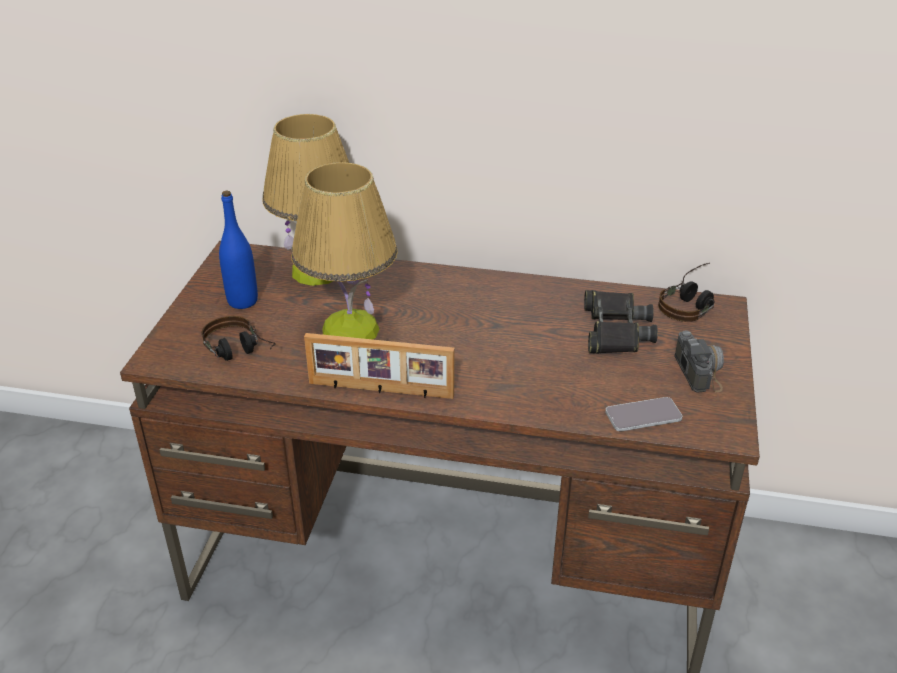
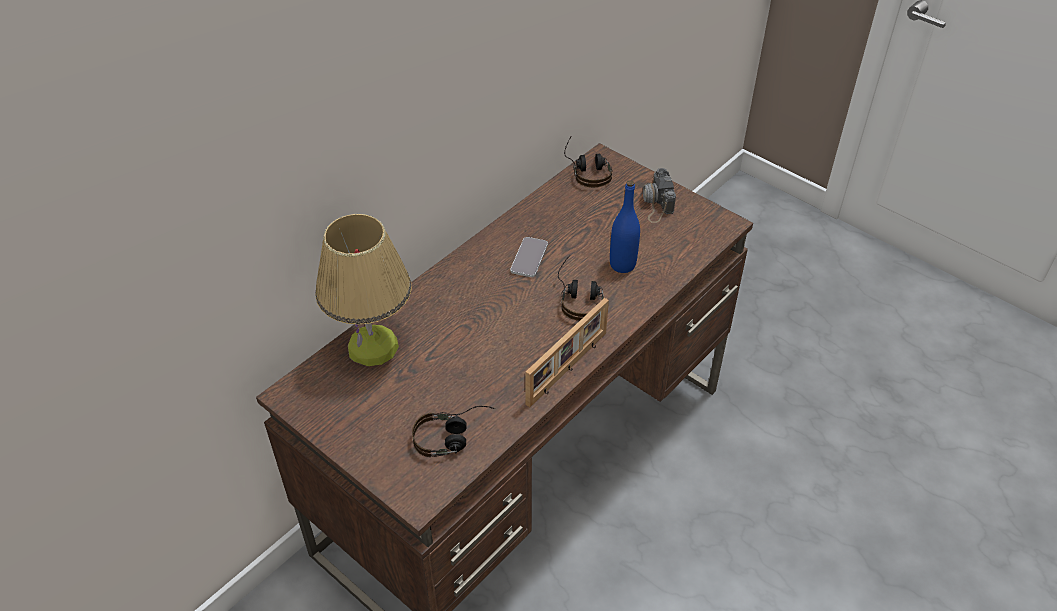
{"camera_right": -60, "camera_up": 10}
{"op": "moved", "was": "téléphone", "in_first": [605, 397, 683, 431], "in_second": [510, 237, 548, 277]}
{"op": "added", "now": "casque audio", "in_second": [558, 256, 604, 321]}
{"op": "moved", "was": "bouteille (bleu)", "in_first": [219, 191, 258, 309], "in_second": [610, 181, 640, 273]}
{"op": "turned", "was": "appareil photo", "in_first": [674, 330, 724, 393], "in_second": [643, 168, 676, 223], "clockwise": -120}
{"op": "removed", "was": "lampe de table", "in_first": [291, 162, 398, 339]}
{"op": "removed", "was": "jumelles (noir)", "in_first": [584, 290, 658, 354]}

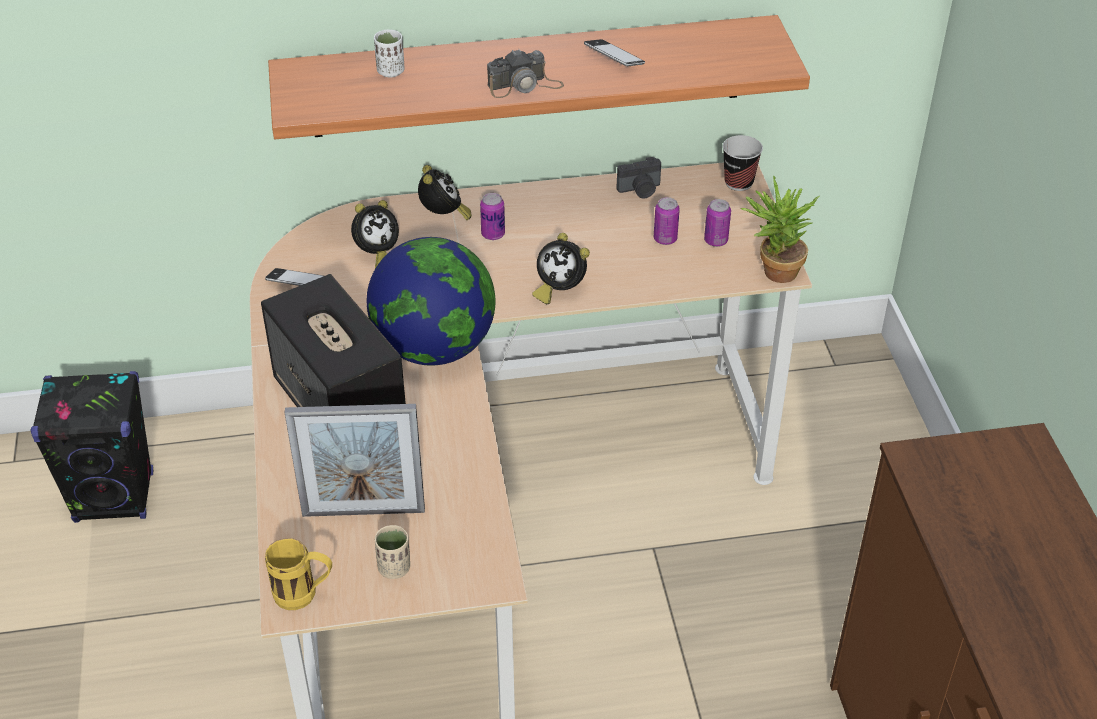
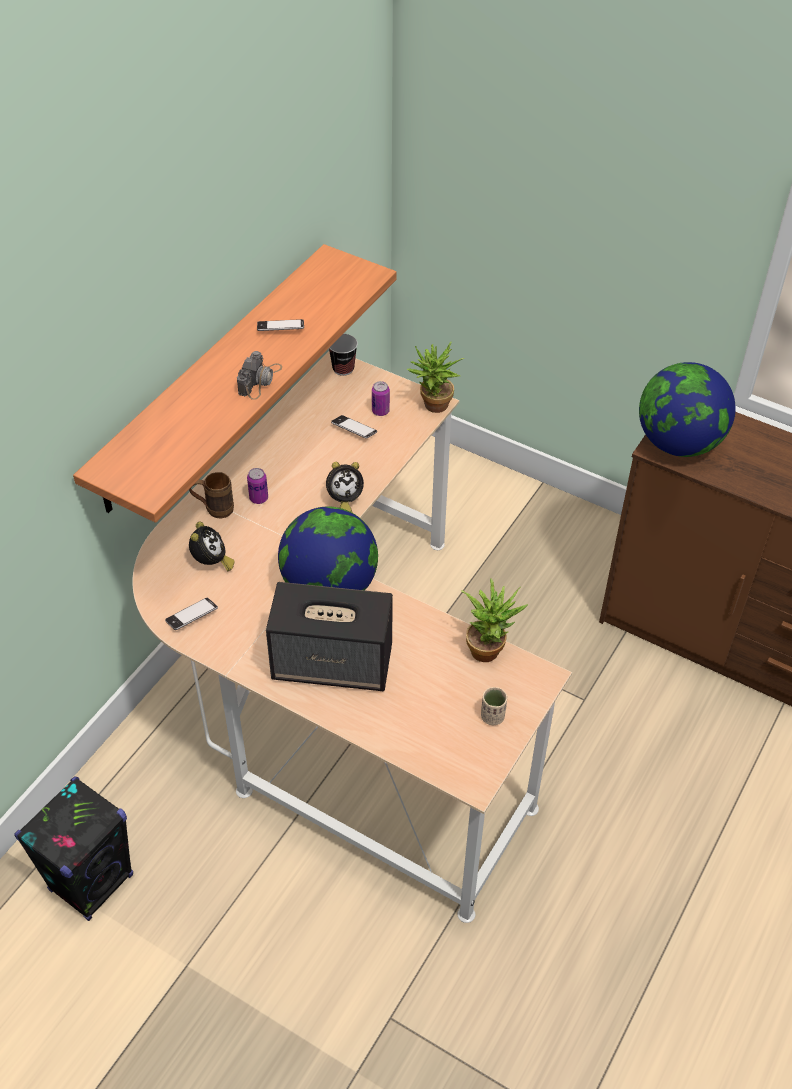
{"camera_right": -50, "camera_up": 5}
{"op": "replaced", "was": "réveil", "now": "mug (marron)", "in_first": [418, 165, 472, 220], "in_second": [189, 472, 234, 518]}
{"op": "replaced", "was": "boîte métallique", "now": "téléphone", "in_first": [654, 197, 680, 245], "in_second": [331, 415, 377, 439]}
{"op": "added", "now": "plante en pot", "in_second": [461, 579, 528, 662]}
{"op": "added", "now": "globe", "in_second": [639, 362, 736, 457]}
{"op": "removed", "was": "mug (jaune)", "in_first": [265, 538, 332, 610]}
{"op": "removed", "was": "cadre photo", "in_first": [285, 404, 425, 517]}
{"op": "removed", "was": "tasse (blanc)", "in_first": [374, 29, 405, 77]}
{"op": "removed", "was": "appareil photo", "in_first": [616, 157, 661, 198]}

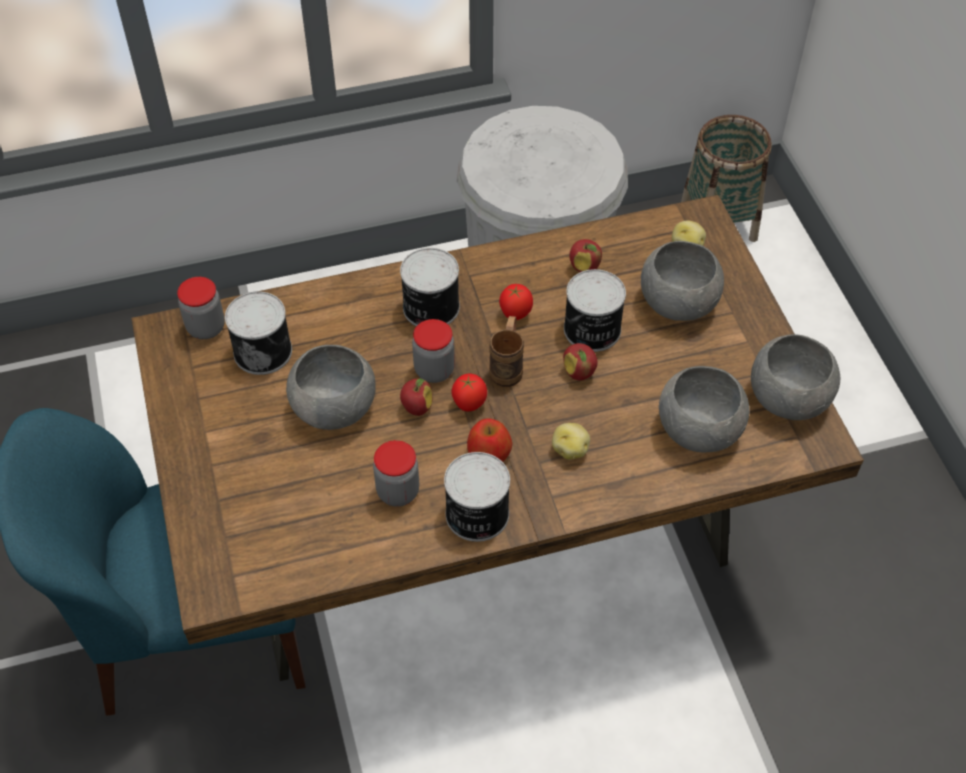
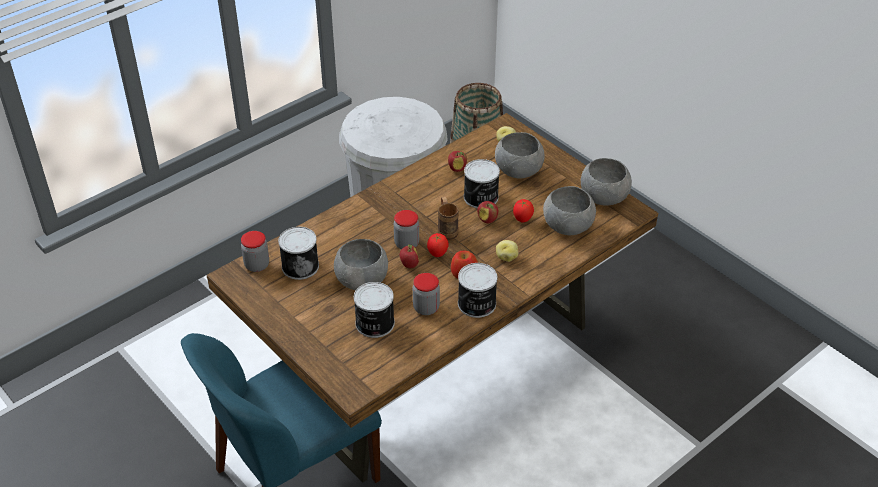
{"camera_right": -25, "camera_up": -10}
{"op": "moved", "was": "boîte métallique", "in_first": [400, 248, 460, 326], "in_second": [354, 282, 395, 338]}
{"op": "moved", "was": "tomate", "in_first": [499, 284, 533, 320], "in_second": [513, 199, 534, 223]}

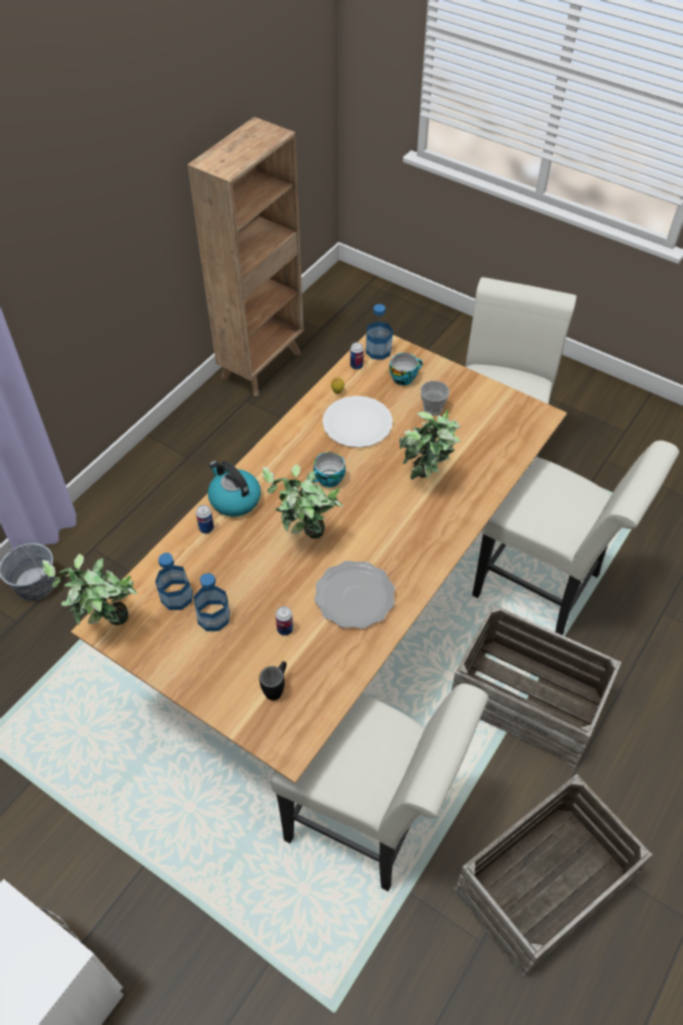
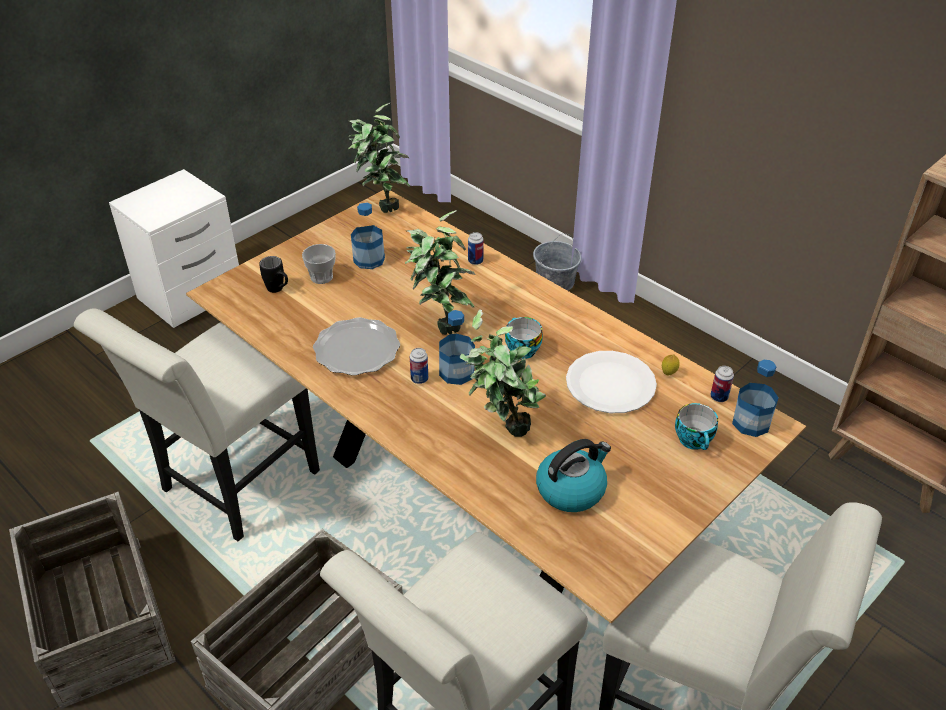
{"camera_right": 100, "camera_up": -10}
{"op": "moved", "was": "tasse", "in_first": [420, 381, 450, 416], "in_second": [302, 244, 336, 284]}
{"op": "moved", "was": "boîte métallique", "in_first": [275, 606, 293, 636], "in_second": [410, 348, 428, 384]}
{"op": "moved", "was": "bouteille", "in_first": [155, 553, 193, 610], "in_second": [439, 310, 475, 385]}
{"op": "moved", "was": "bouilloire", "in_first": [208, 461, 261, 517], "in_second": [536, 439, 611, 512]}

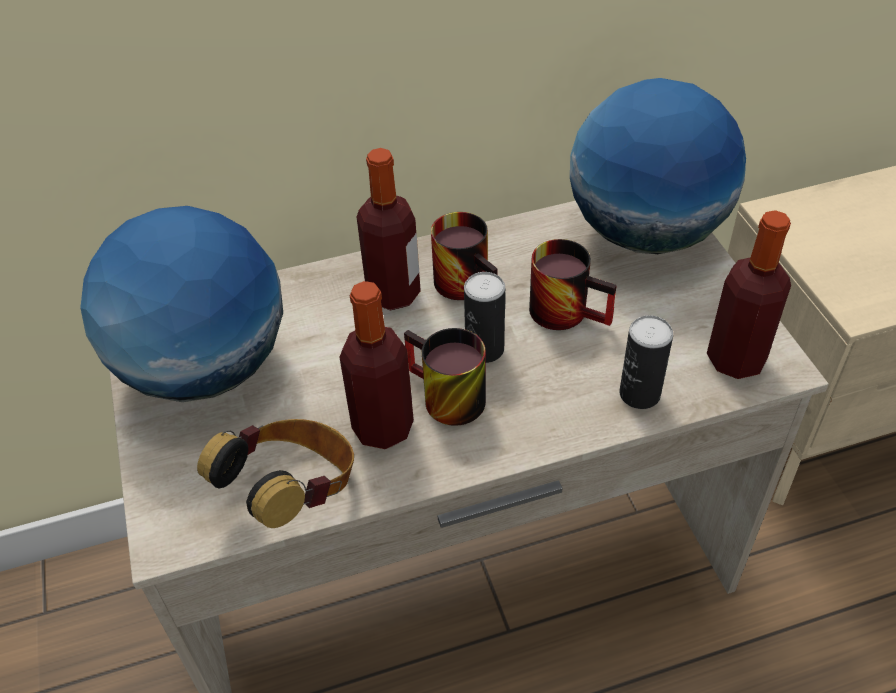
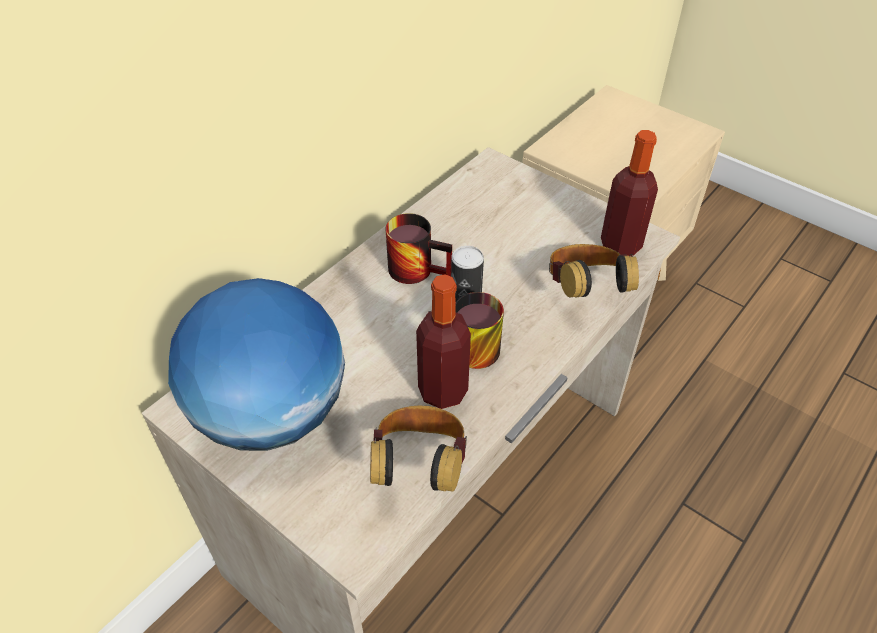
{"camera_right": -35, "camera_up": 0}
{"op": "replaced", "was": "boîte métallique", "now": "casque audio", "in_first": [620, 315, 673, 409], "in_second": [549, 244, 639, 297]}
{"op": "removed", "was": "bouteille", "in_first": [357, 148, 421, 311]}
{"op": "removed", "was": "mug", "in_first": [529, 239, 617, 330]}
{"op": "removed", "was": "globe", "in_first": [570, 78, 746, 254]}

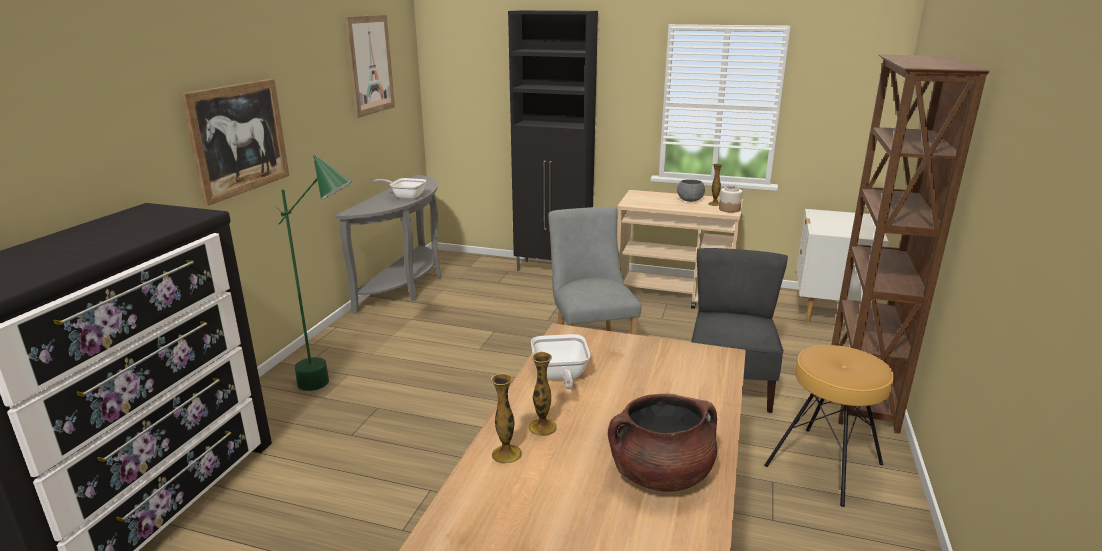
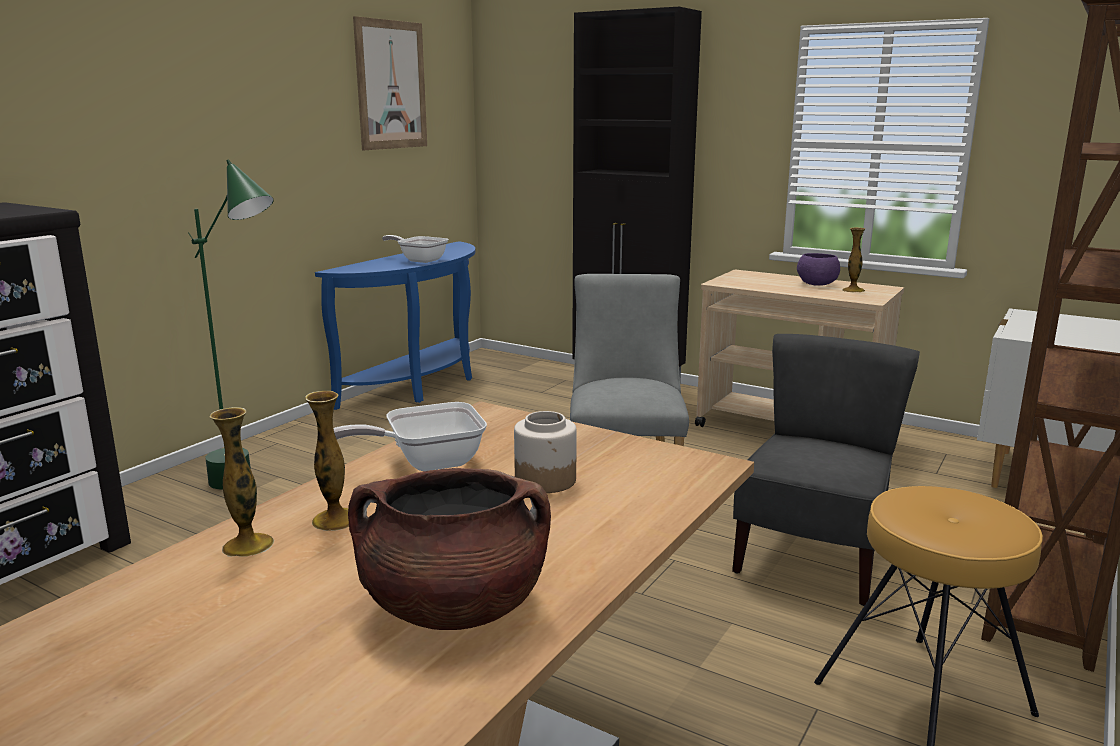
{"camera_right": 15, "camera_up": -5}
{"op": "recoloured", "was": "table console (gris)", "now": "table console (bleu)", "in_first": [336, 175, 442, 314], "in_second": [315, 241, 475, 410]}
{"op": "turned", "was": "poêle", "in_first": [531, 334, 590, 389], "in_second": [333, 402, 487, 471], "clockwise": 60}
{"op": "moved", "was": "bocal", "in_first": [719, 186, 743, 213], "in_second": [514, 411, 577, 493]}
{"op": "recoloured", "was": "bol (gris)", "now": "bol (violet)", "in_first": [677, 179, 705, 202], "in_second": [797, 253, 840, 286]}
{"op": "removed", "was": "tableau", "in_first": [181, 79, 289, 206]}

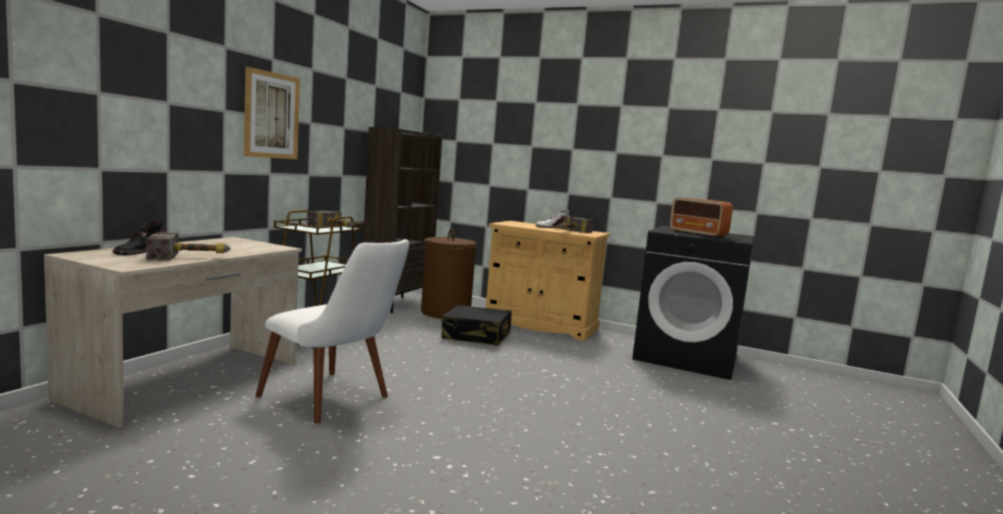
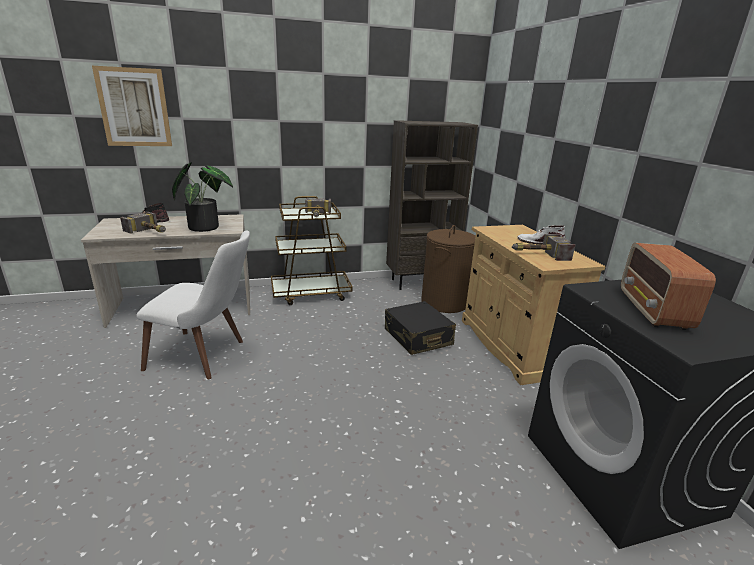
{"camera_right": 50, "camera_up": 15}
{"op": "moved", "was": "tableau", "in_first": [244, 66, 300, 159], "in_second": [92, 66, 172, 146]}
{"op": "turned", "was": "chaise (blanc)", "in_first": [255, 239, 409, 424], "in_second": [136, 230, 250, 379], "clockwise": -75}
{"op": "added", "now": "plante en pot", "in_second": [172, 162, 233, 232]}

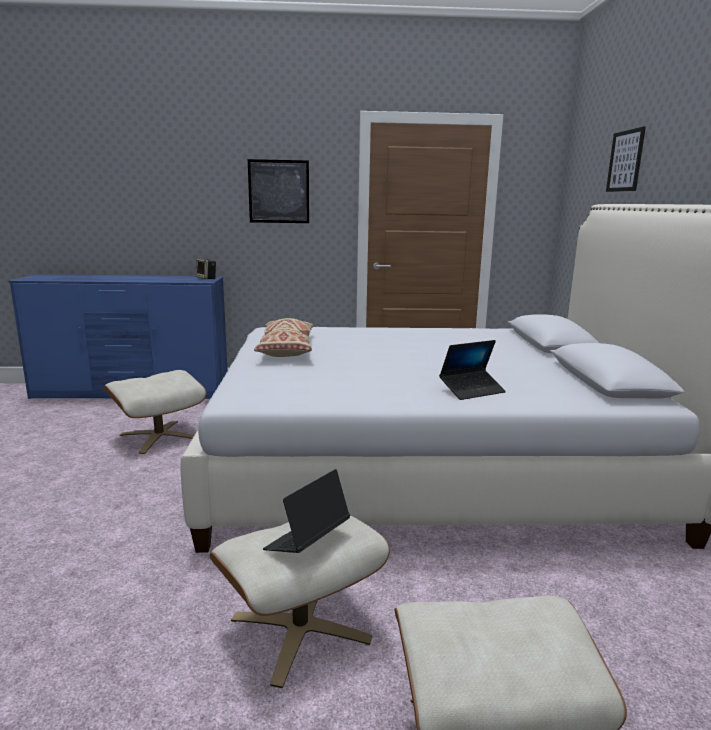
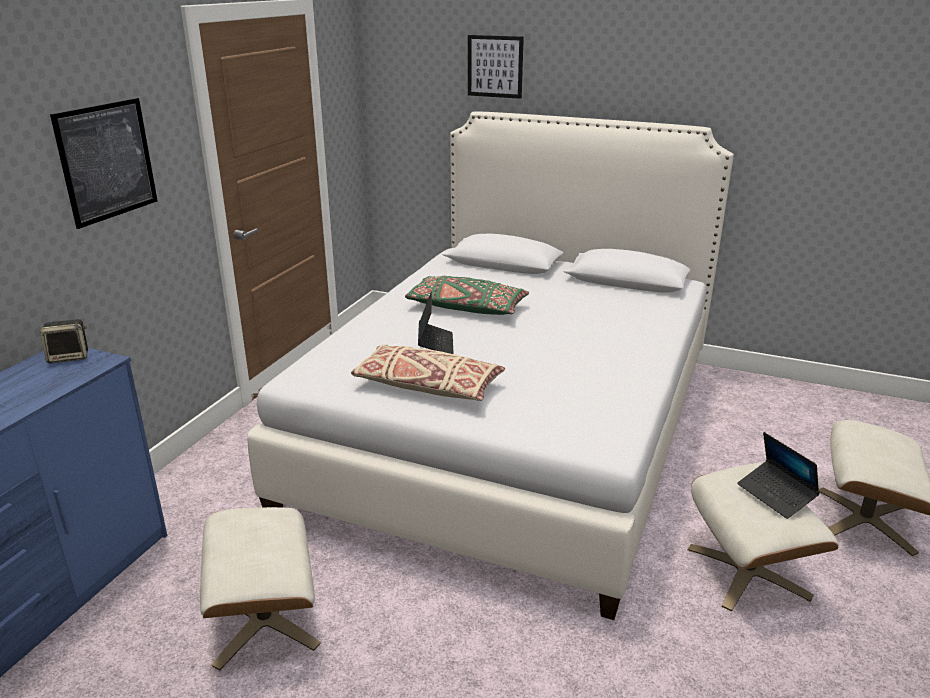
{"camera_right": -65, "camera_up": 10}
{"op": "added", "now": "coussin (vert)", "in_second": [405, 276, 529, 315]}
{"op": "moved", "was": "ordinateur portable", "in_first": [439, 340, 506, 400], "in_second": [418, 291, 454, 354]}

